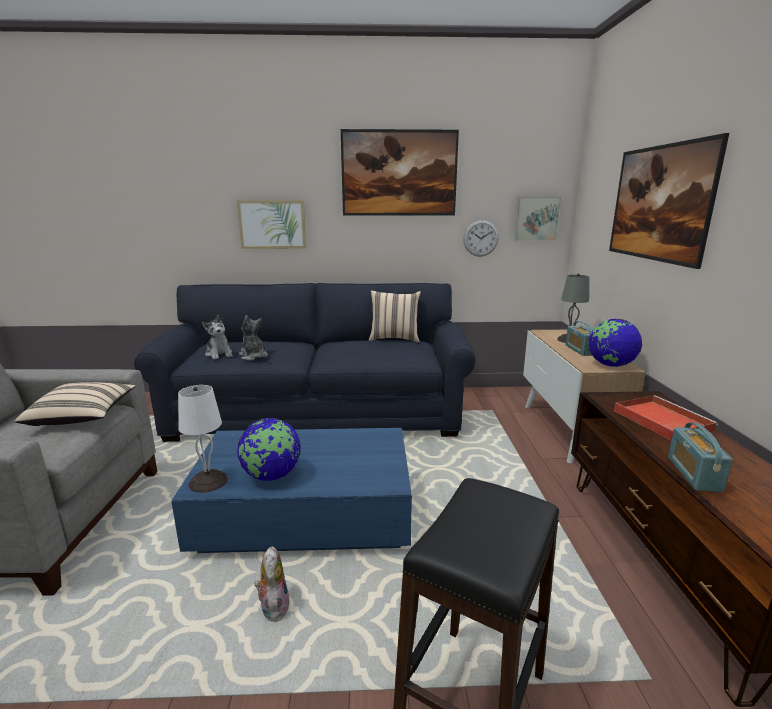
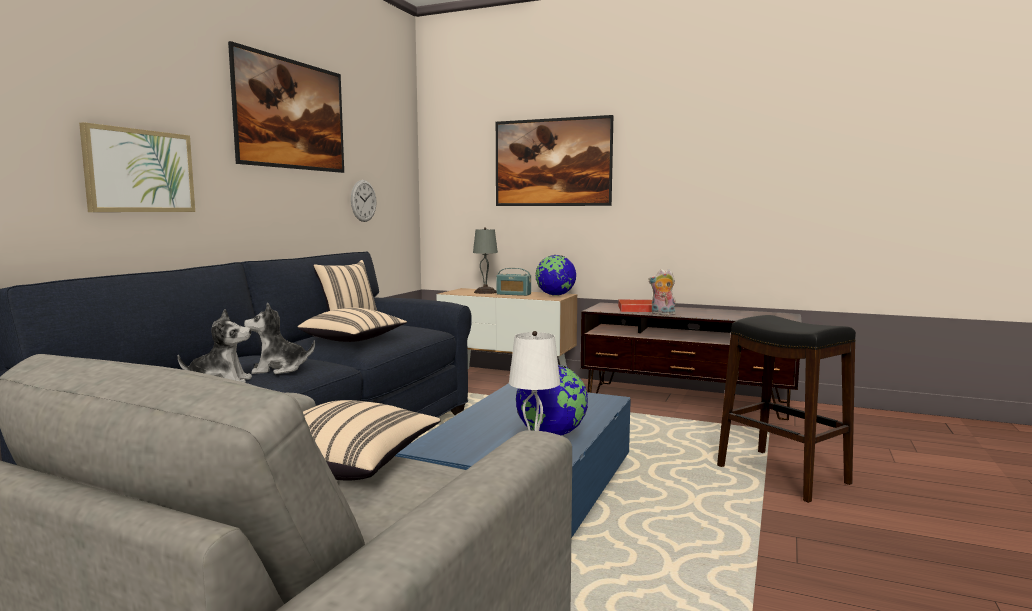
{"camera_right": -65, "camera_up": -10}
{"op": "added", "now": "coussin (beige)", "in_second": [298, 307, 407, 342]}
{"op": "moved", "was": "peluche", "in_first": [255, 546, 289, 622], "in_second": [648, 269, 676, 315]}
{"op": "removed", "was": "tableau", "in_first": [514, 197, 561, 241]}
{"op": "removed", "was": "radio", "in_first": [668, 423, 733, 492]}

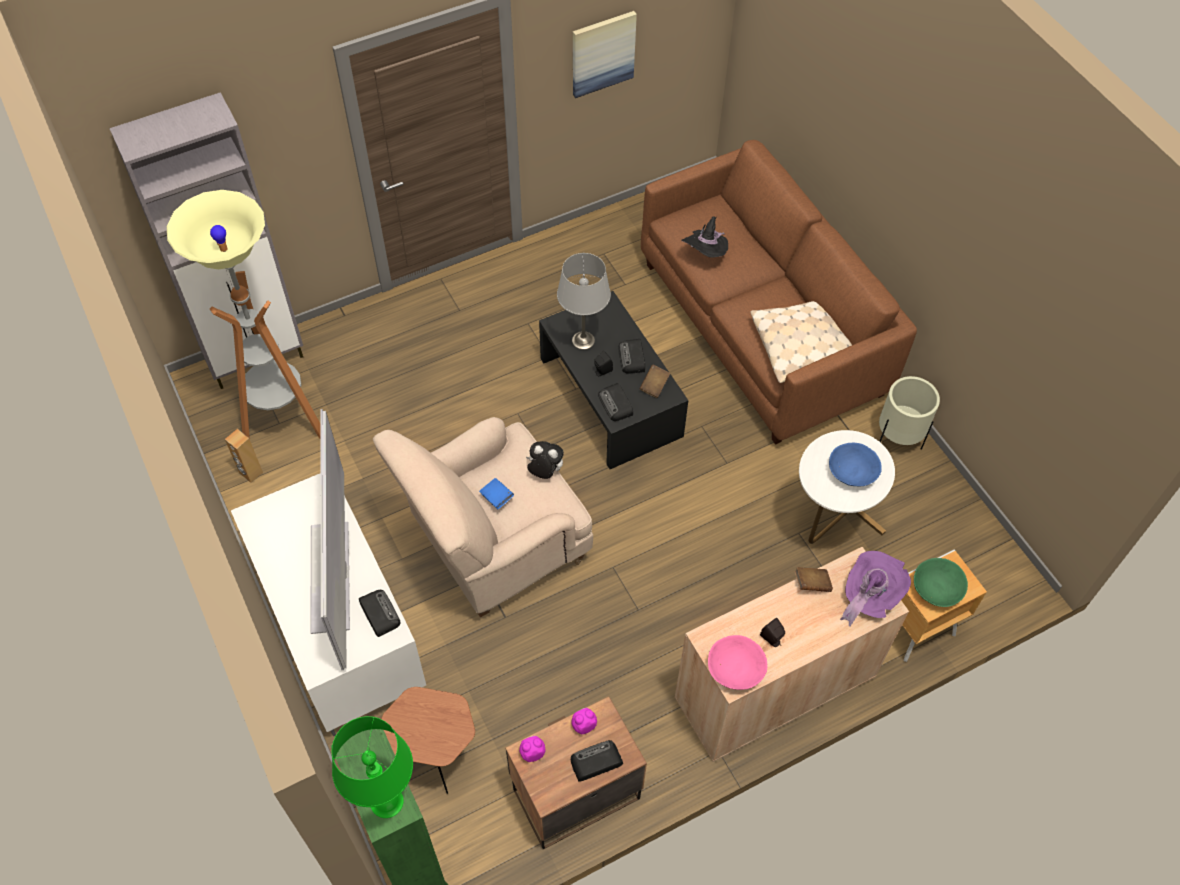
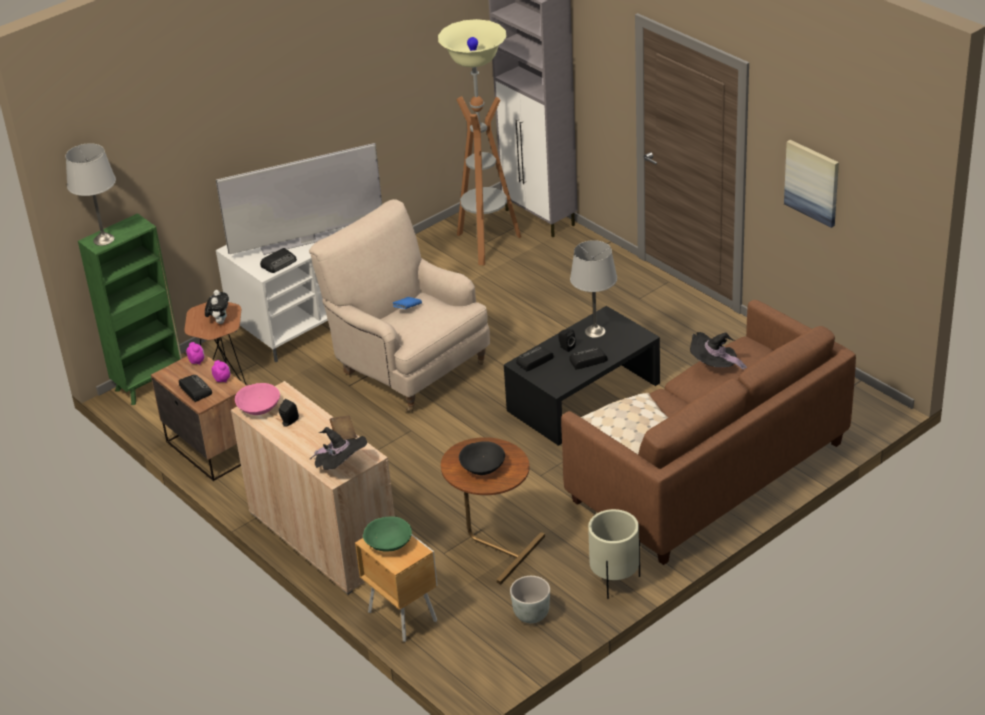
{"camera_right": 80, "camera_up": -20}
{"op": "recoloured", "was": "lampe de table (vert)", "now": "lampe de table (gris)", "in_first": [332, 716, 413, 818], "in_second": [66, 143, 116, 246]}
{"op": "moved", "was": "peluche", "in_first": [525, 441, 564, 479], "in_second": [205, 290, 229, 324]}
{"op": "recoloured", "was": "chapeau (violet)", "now": "chapeau (noir)", "in_first": [840, 551, 911, 627], "in_second": [310, 427, 367, 470]}
{"op": "recoloured", "was": "table d'appoint (blanc)", "now": "table d'appoint (marron)", "in_first": [799, 430, 895, 544], "in_second": [441, 437, 545, 584]}
{"op": "recoloured", "was": "bol (bleu)", "now": "bol (noir)", "in_first": [829, 443, 882, 486], "in_second": [459, 441, 505, 475]}
{"op": "added", "now": "cache-pot (gris)", "in_second": [510, 576, 550, 623]}
{"op": "removed", "was": "enceinte (marron)", "in_first": [225, 429, 263, 483]}
{"op": "removed", "was": "livre (marron)", "in_first": [639, 365, 670, 398]}

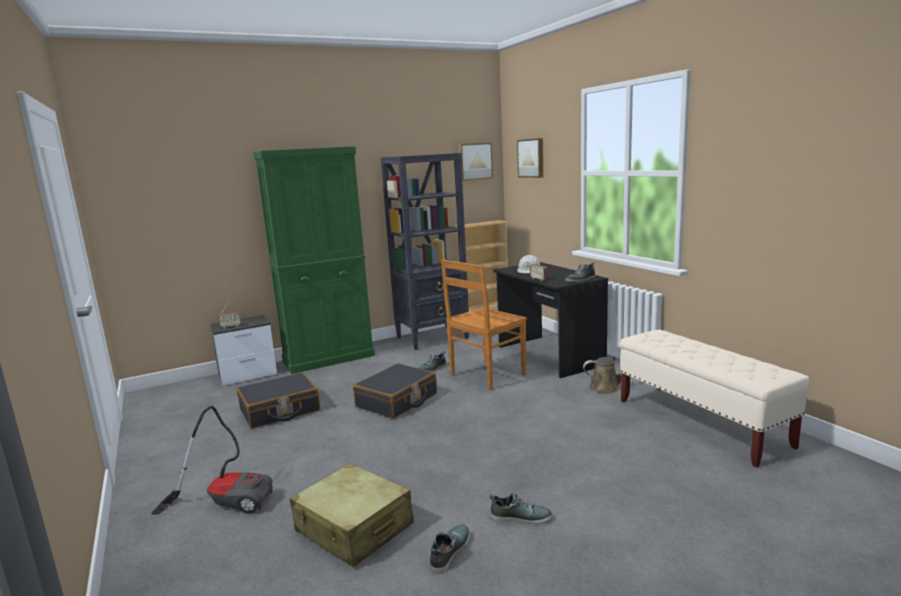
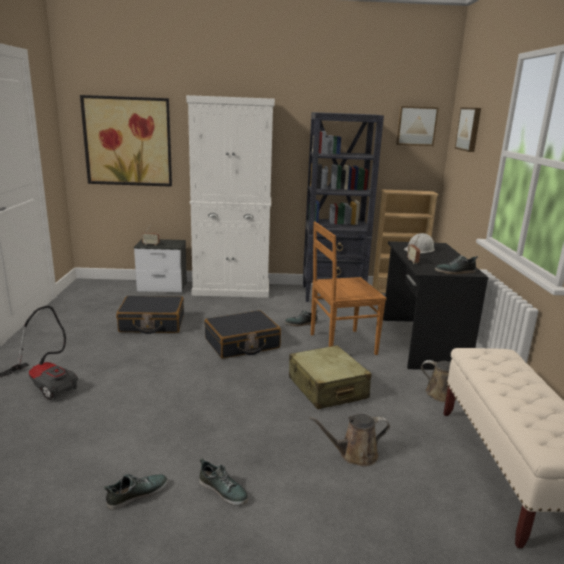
{"camera_right": 25, "camera_up": 5}
{"op": "added", "now": "tableau", "in_second": [80, 95, 172, 186]}
{"op": "recoloured", "was": "meuble de rangement (vert)", "now": "meuble de rangement (blanc)", "in_first": [253, 146, 375, 374], "in_second": [186, 95, 275, 298]}
{"op": "moved", "was": "valise (beige)", "in_first": [289, 463, 414, 567], "in_second": [289, 345, 372, 409]}
{"op": "added", "now": "arrosoir (marron)", "in_second": [309, 414, 390, 466]}

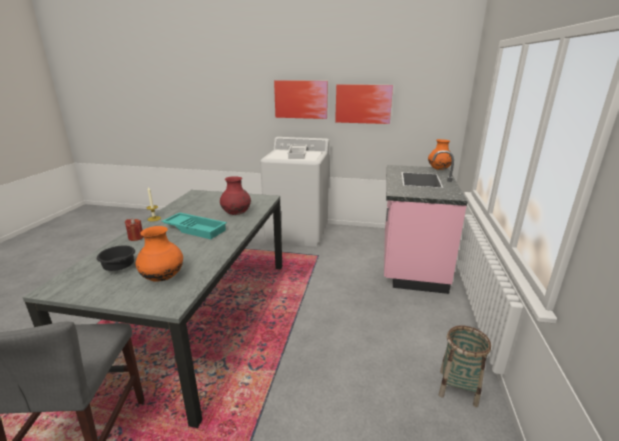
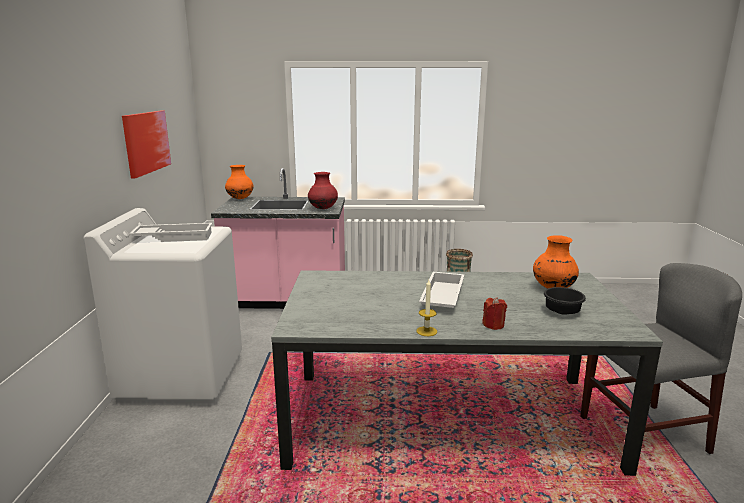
{"camera_right": -100, "camera_up": -5}
{"op": "moved", "was": "vase (rouge)", "in_first": [220, 176, 251, 215], "in_second": [308, 172, 338, 209]}
{"op": "recoloured", "was": "plateau (turquoise)", "now": "plateau (blanc)", "in_first": [161, 213, 227, 239], "in_second": [419, 272, 465, 308]}
{"op": "removed", "was": "tableau", "in_first": [274, 80, 328, 119]}

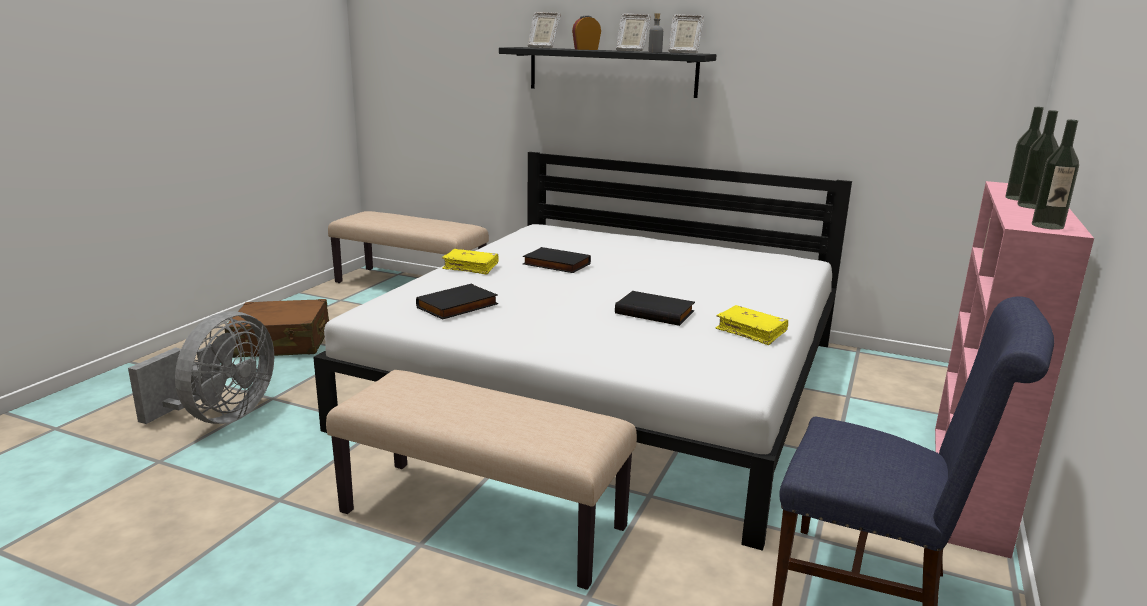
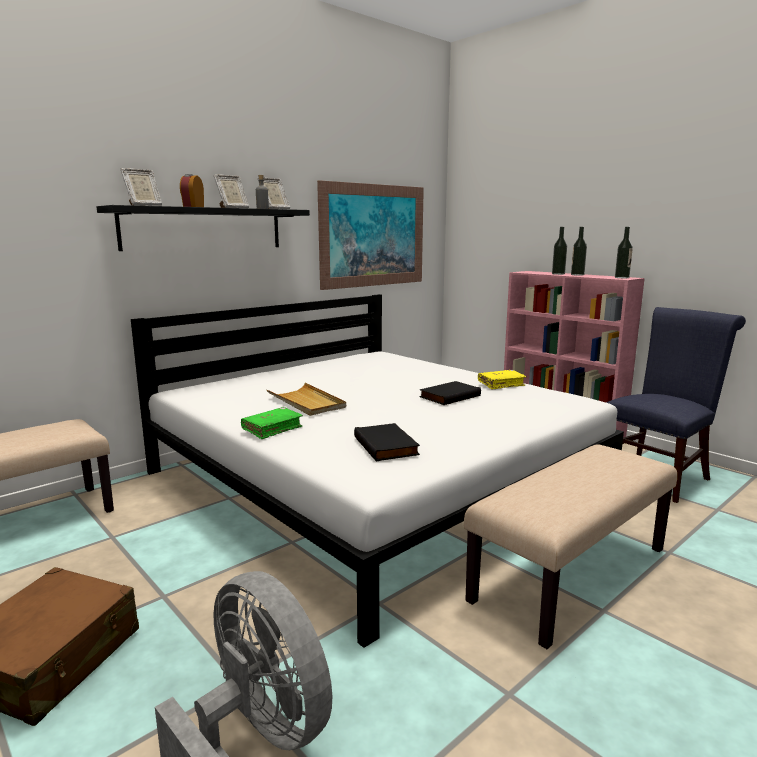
{"camera_right": -65, "camera_up": -5}
{"op": "recoloured", "was": "livre (jaune)", "now": "livre (vert)", "in_first": [442, 249, 499, 275], "in_second": [241, 407, 303, 439]}
{"op": "replaced", "was": "livre (noir)", "now": "plateau (beige)", "in_first": [523, 247, 591, 273], "in_second": [267, 383, 346, 416]}
{"op": "added", "now": "tableau", "in_second": [317, 180, 424, 290]}

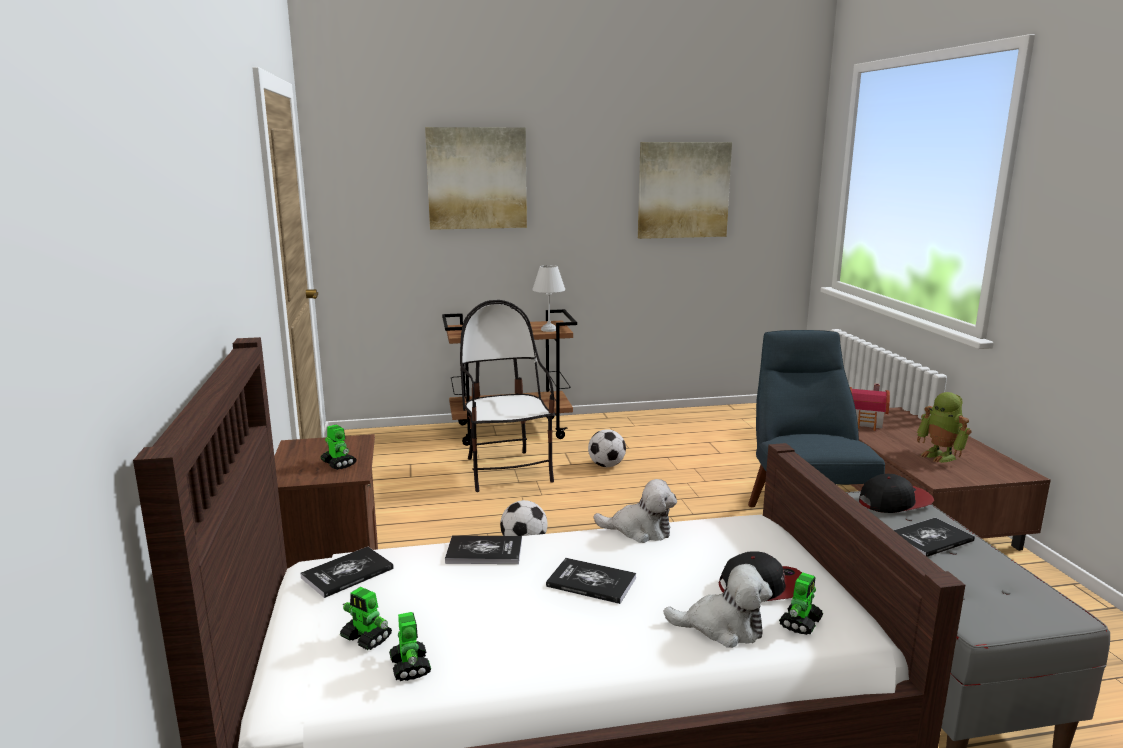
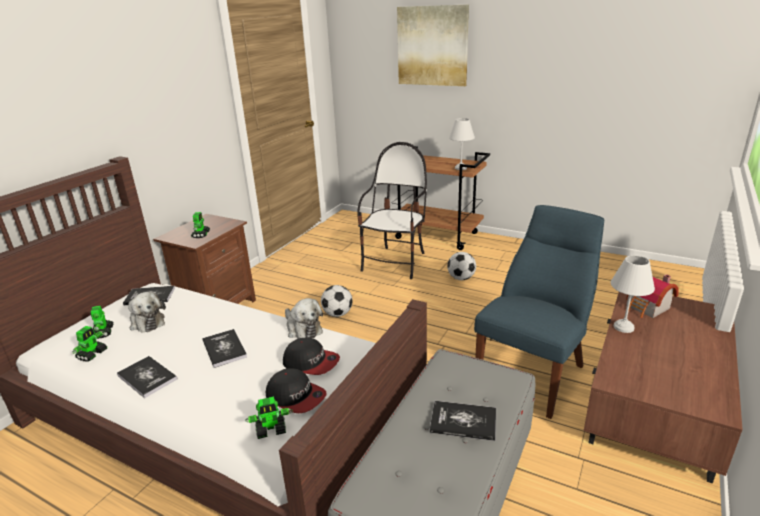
{"camera_right": 40, "camera_up": 10}
{"op": "moved", "was": "livre", "in_first": [445, 535, 522, 564], "in_second": [117, 356, 177, 398]}
{"op": "moved", "was": "peluche", "in_first": [664, 564, 773, 648], "in_second": [128, 292, 166, 333]}
{"op": "moved", "was": "casquette", "in_first": [859, 474, 934, 513], "in_second": [283, 337, 340, 375]}
{"op": "added", "now": "lampe de table (blanc)", "in_second": [611, 255, 655, 333]}
{"op": "removed", "was": "tableau", "in_first": [638, 142, 732, 239]}
{"op": "removed", "was": "robot jouet", "in_first": [917, 392, 971, 463]}

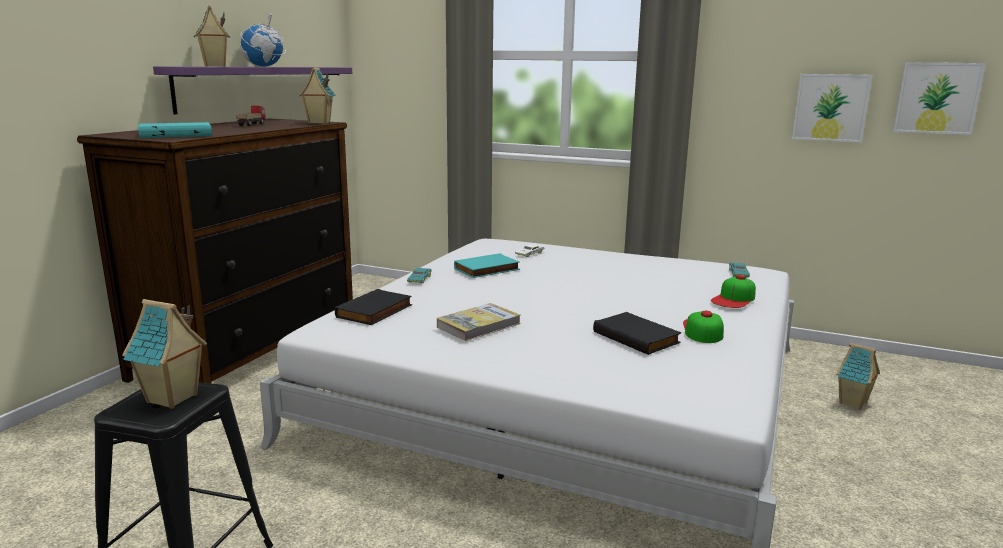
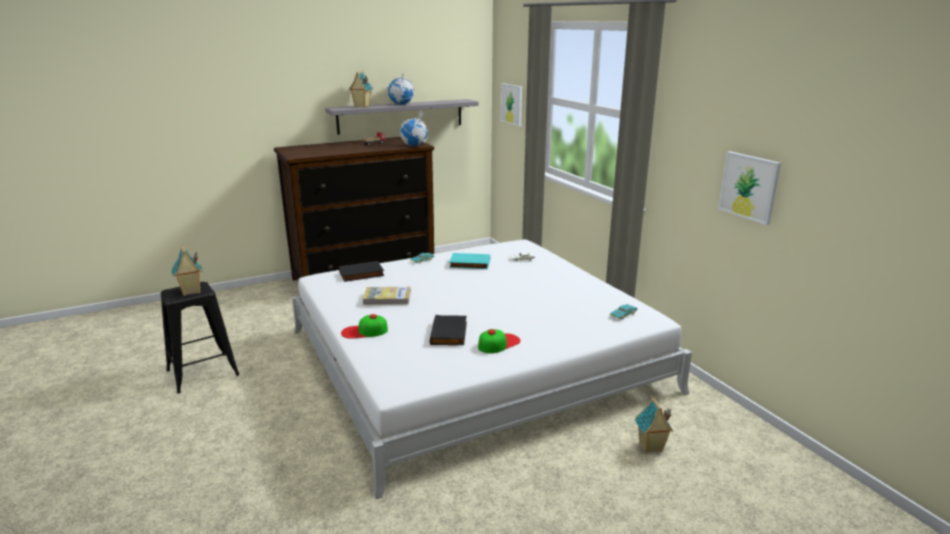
{"camera_right": 40, "camera_up": 5}
{"op": "recoloured", "was": "étagère (violet)", "now": "étagère (gris)", "in_first": [153, 66, 352, 115], "in_second": [325, 99, 479, 135]}
{"op": "moved", "was": "casquette", "in_first": [711, 275, 756, 308], "in_second": [341, 314, 388, 339]}
{"op": "replaced", "was": "maison miniature", "now": "globe", "in_first": [299, 68, 336, 124], "in_second": [400, 111, 429, 146]}
{"op": "moved", "was": "tableau", "in_first": [893, 62, 986, 135], "in_second": [501, 83, 522, 126]}
{"op": "removed", "was": "livre (turquoise)", "in_first": [138, 122, 212, 138]}

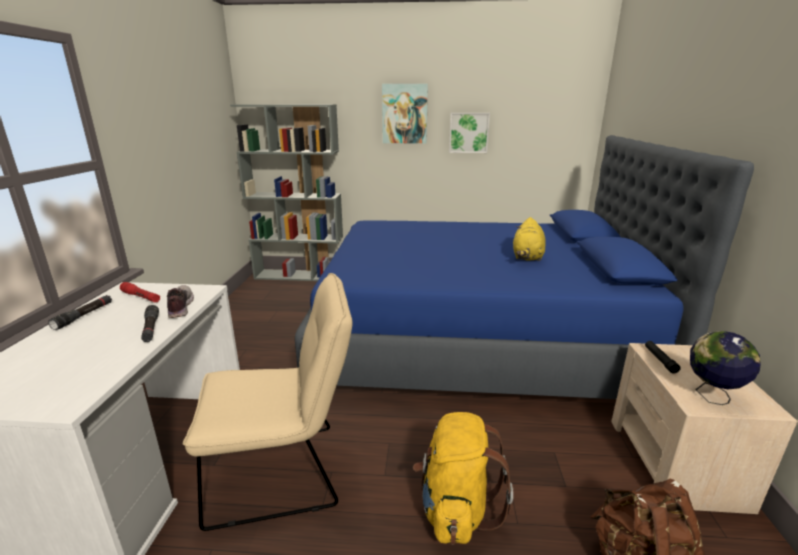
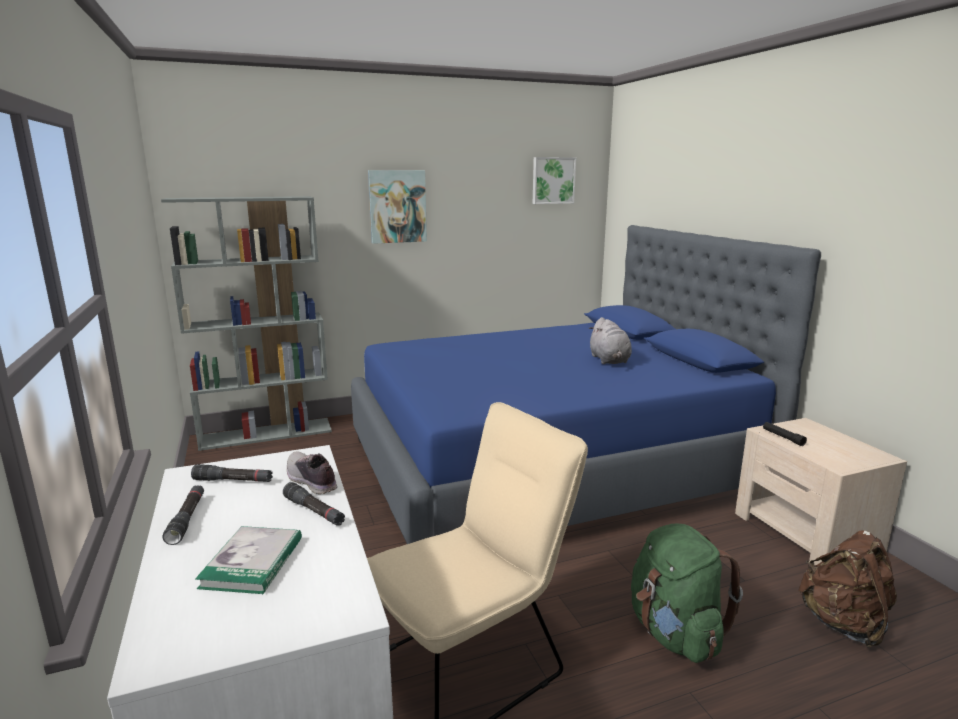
{"camera_right": -25, "camera_up": -5}
{"op": "recoloured", "was": "lampe de poche (rouge)", "now": "lampe de poche (noir)", "in_first": [120, 282, 160, 302], "in_second": [191, 464, 273, 482]}
{"op": "added", "now": "livre", "in_second": [195, 526, 302, 594]}
{"op": "moved", "was": "tableau", "in_first": [449, 113, 490, 153], "in_second": [533, 157, 576, 204]}
{"op": "recoloured", "was": "peluche (jaune)", "now": "peluche (gris)", "in_first": [513, 217, 546, 261], "in_second": [589, 317, 632, 364]}
{"op": "recoloured", "was": "sac à dos (jaune)", "now": "sac à dos (vert)", "in_first": [413, 412, 513, 544], "in_second": [631, 524, 743, 663]}
{"op": "removed", "was": "globe", "in_first": [690, 331, 761, 405]}

